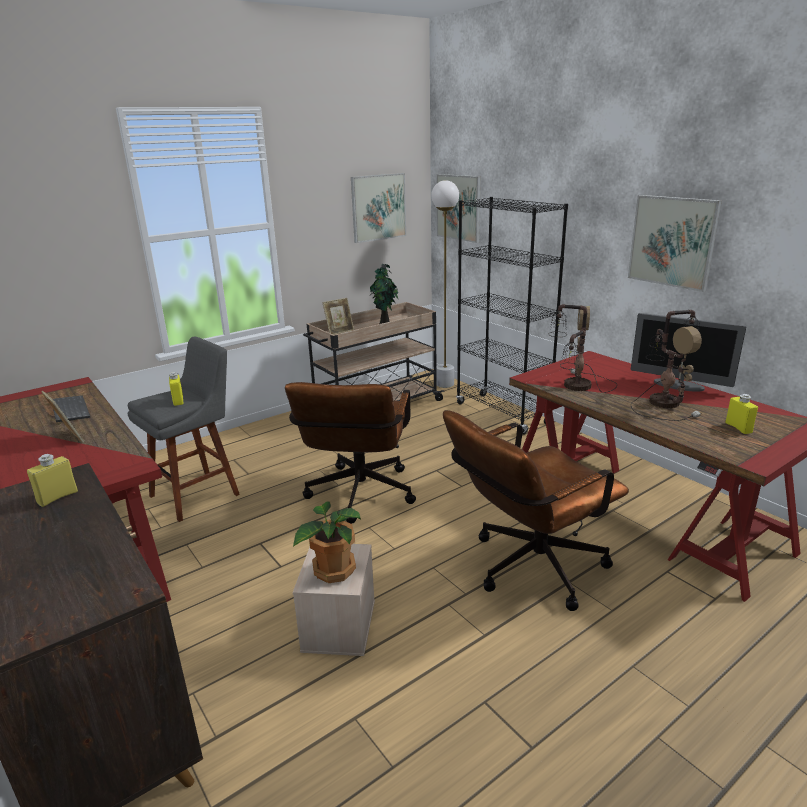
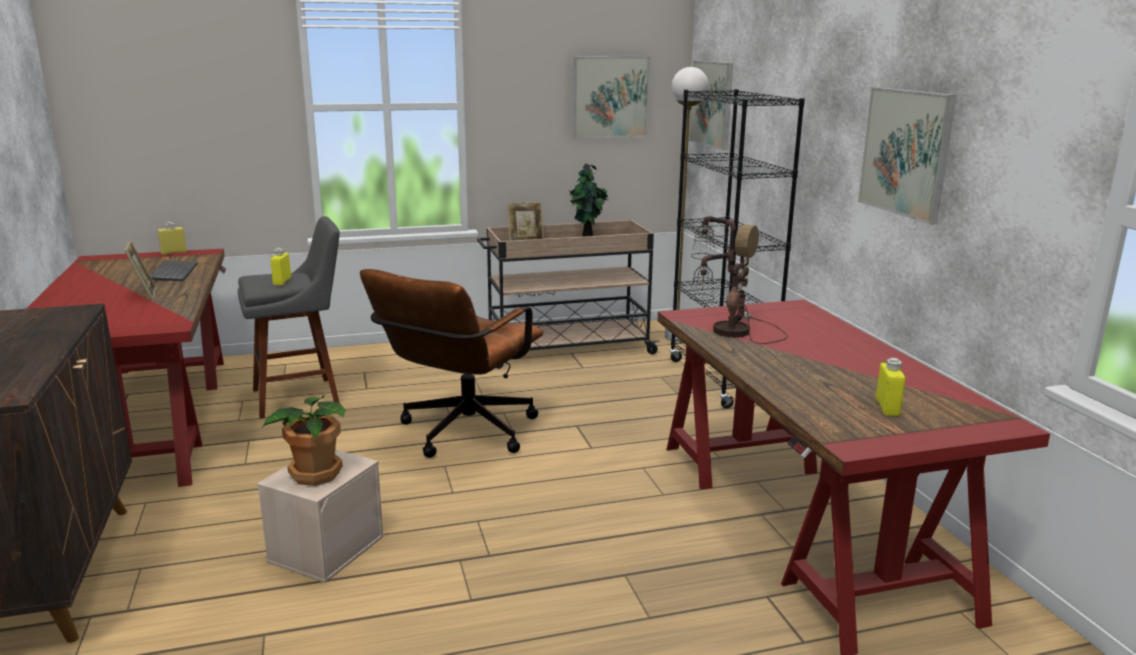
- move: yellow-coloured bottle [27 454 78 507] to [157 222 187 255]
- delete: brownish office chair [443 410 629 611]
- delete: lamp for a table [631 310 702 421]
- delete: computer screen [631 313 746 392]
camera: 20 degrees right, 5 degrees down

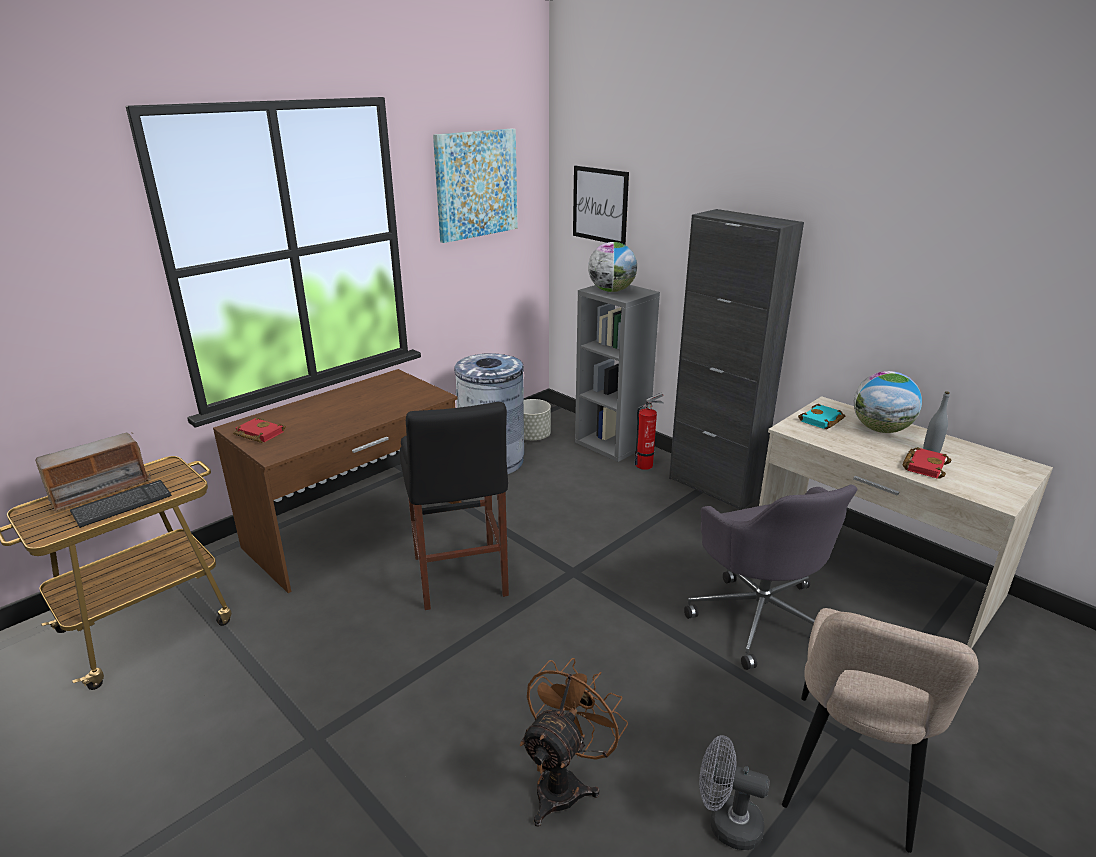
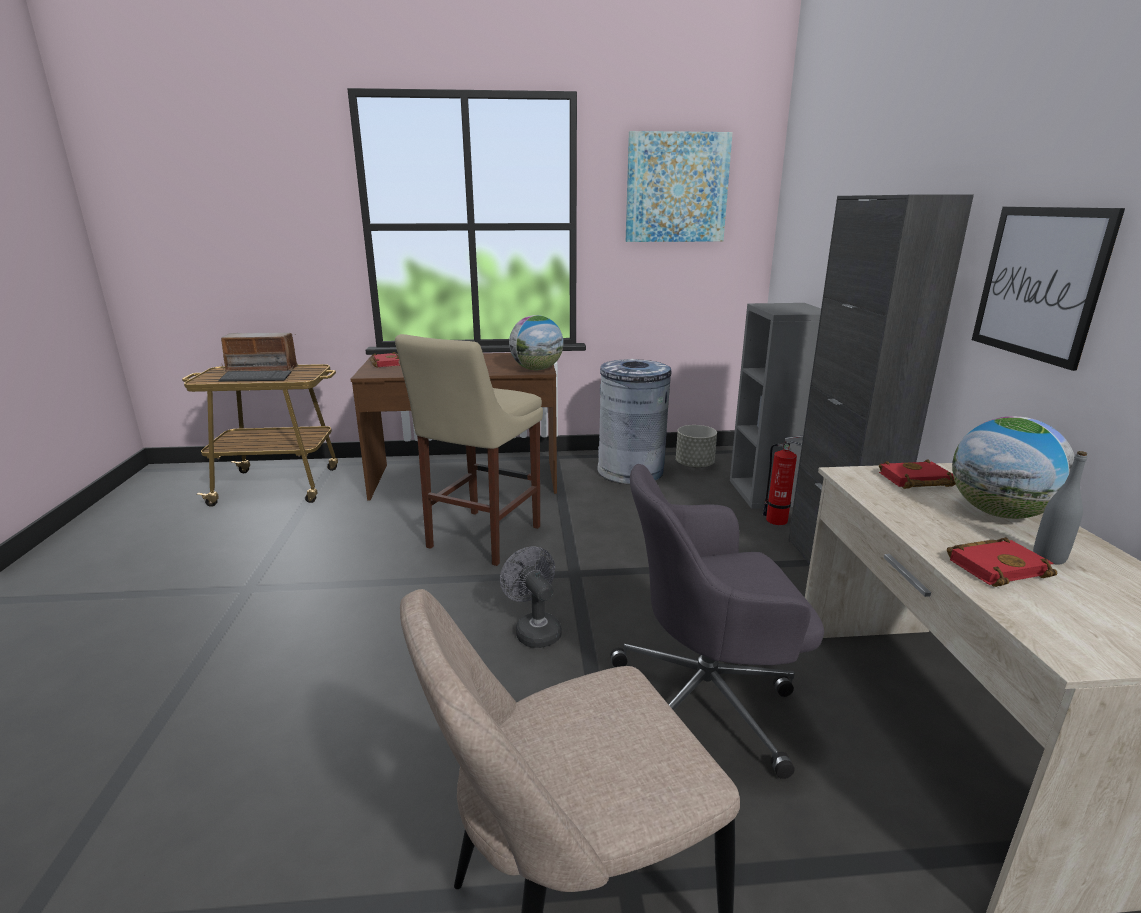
- recolor: black stool [400 402 509 610] to sand-coloured stool [395 334 543 566]
- move: grey cooling fan [699 735 770 850] to [500 547 562 648]
- move: desk globe [588 242 637 292] to [509 315 564 370]
- rotate: grey office chair [684 485 857 670] = [610 464 824 779] 60 degrees clockwise
- recolor: blue-green book [798 404 845 429] to red-coloured book [879 459 956 489]
- move: wall picture [573 166 629 245] to [972 207 1125 371]
- delete: brownish cooling fan [520 658 628 827]
camera: 40 degrees right, 5 degrees down

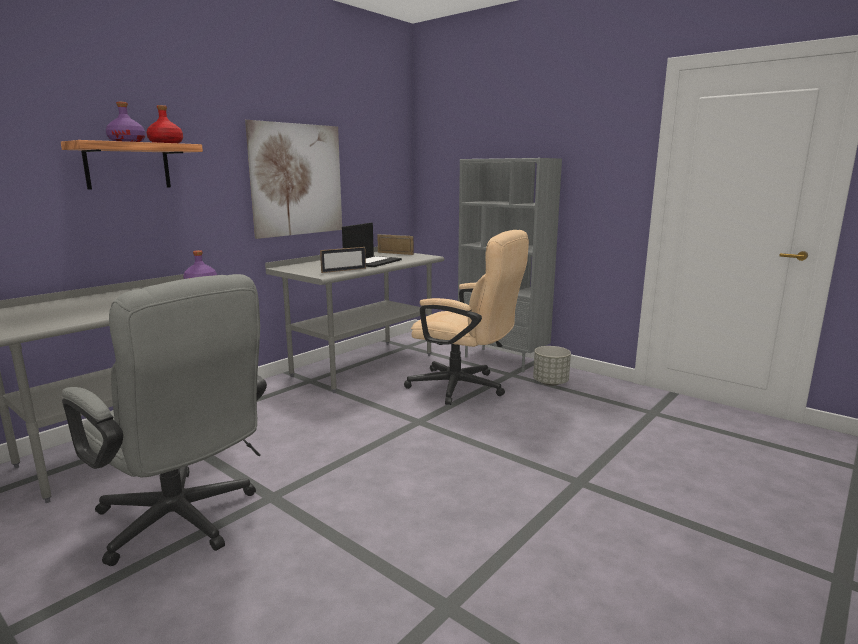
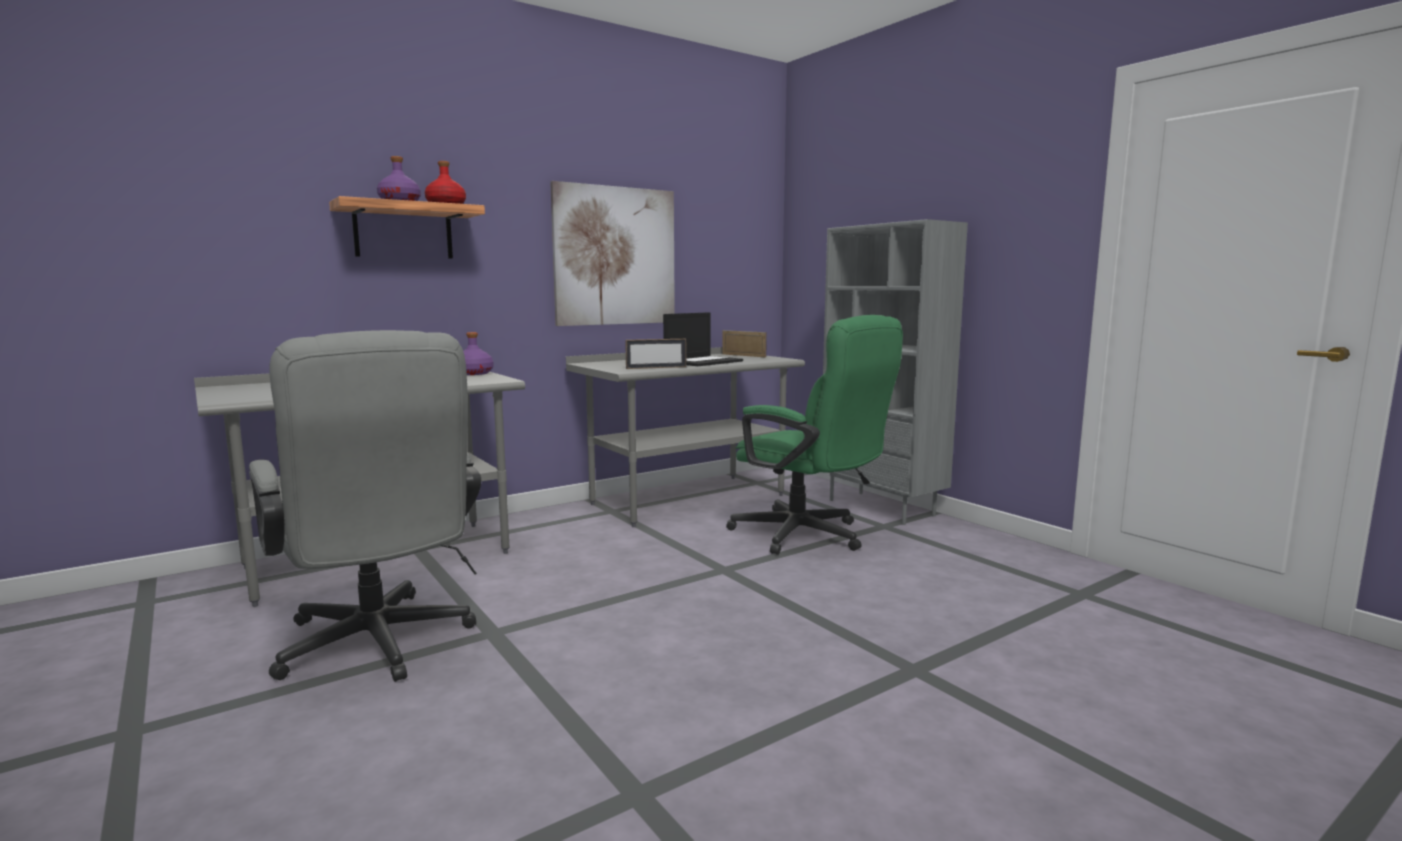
- recolor: sand-coloured office chair [404 230 529 405] to greenish office chair [726 315 903 555]
- delete: grey plant pot [533 346 571 386]
camera: 15 degrees right, 5 degrees down

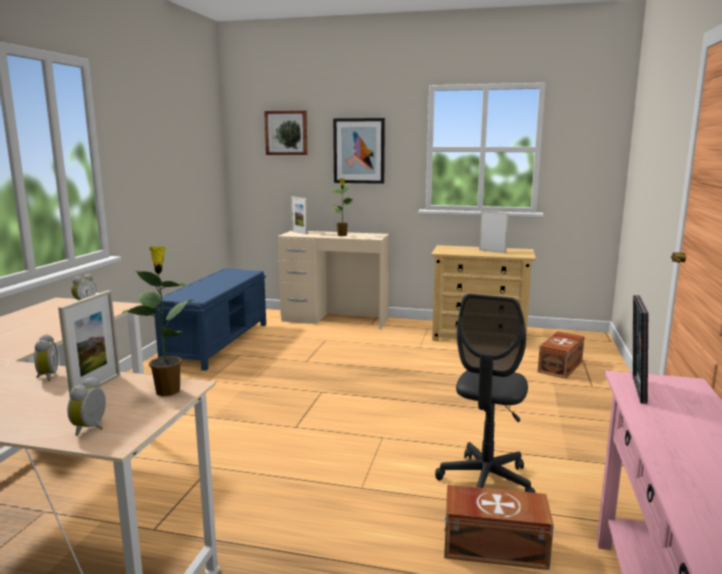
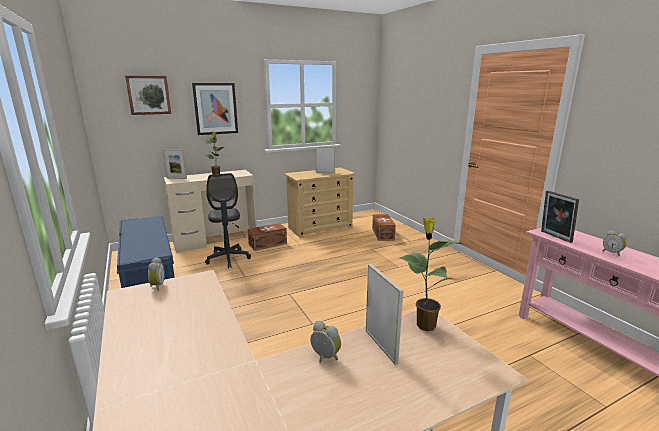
- move: grey office chair [435 294 536 493] to [205 173 251 268]
- move: brownish storage box [444 485 554 570] to [248 223 287 251]
- move: bedside clock [67 377 106 436] to [603 230 627 256]
camera: 40 degrees left, 5 degrees up

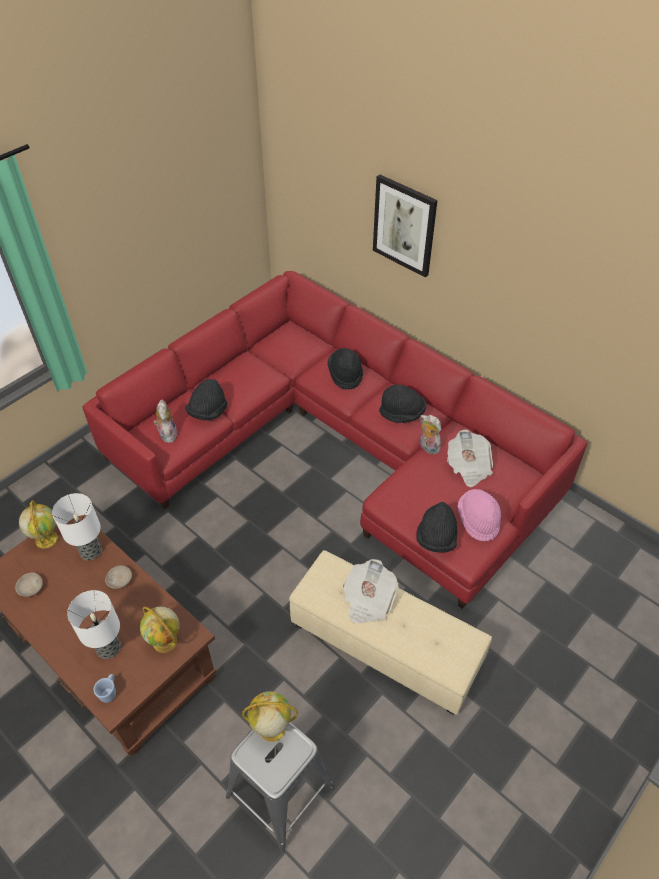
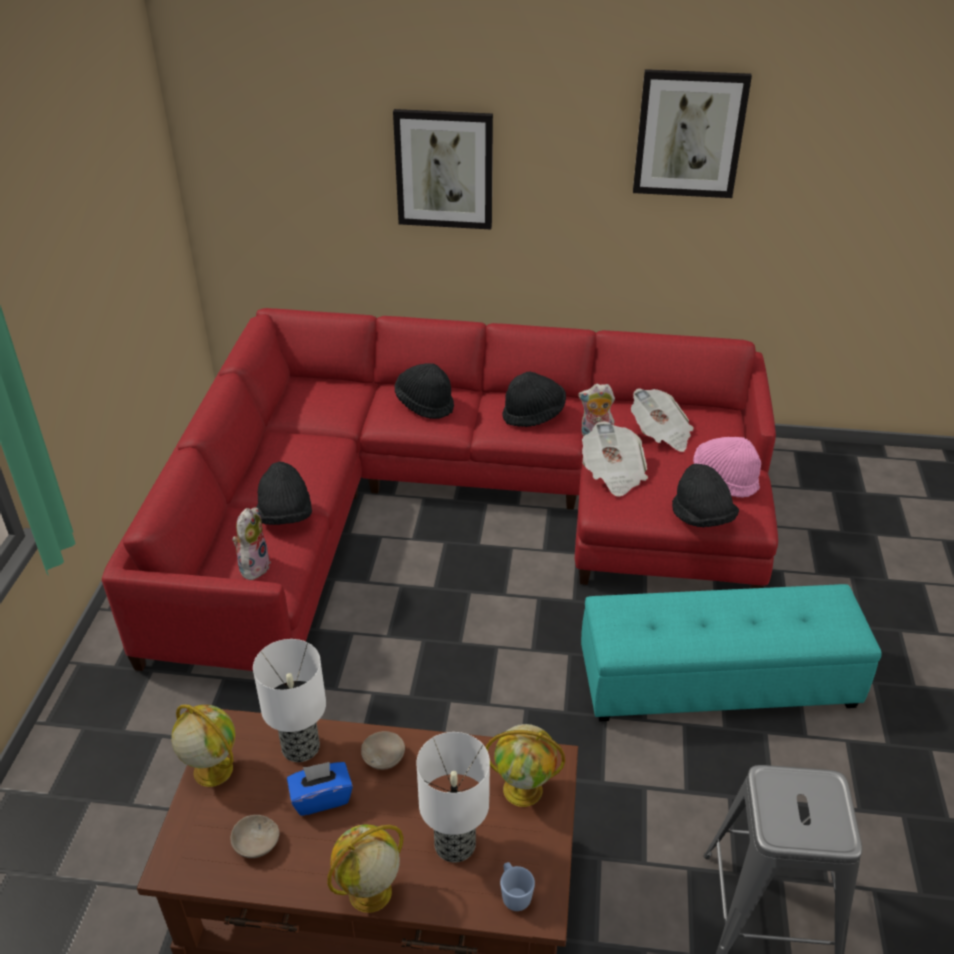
- rotate: soft toy [154 400 178 443] = [232 507 271 580] 60 degrees clockwise
- insert: blue-coloured box of tissues [287 762 353 816]
- move: desk globe [242 691 298 742] to [327 825 403 913]
- recolor: sand-coloured ottoman [289 550 492 715] to blue-green ottoman [581 584 882 722]
- move: daily paper [343 559 399 624] to [582 421 648 497]
- insert: wall picture [633 69 752 198]
camera: 35 degrees left, 10 degrees down

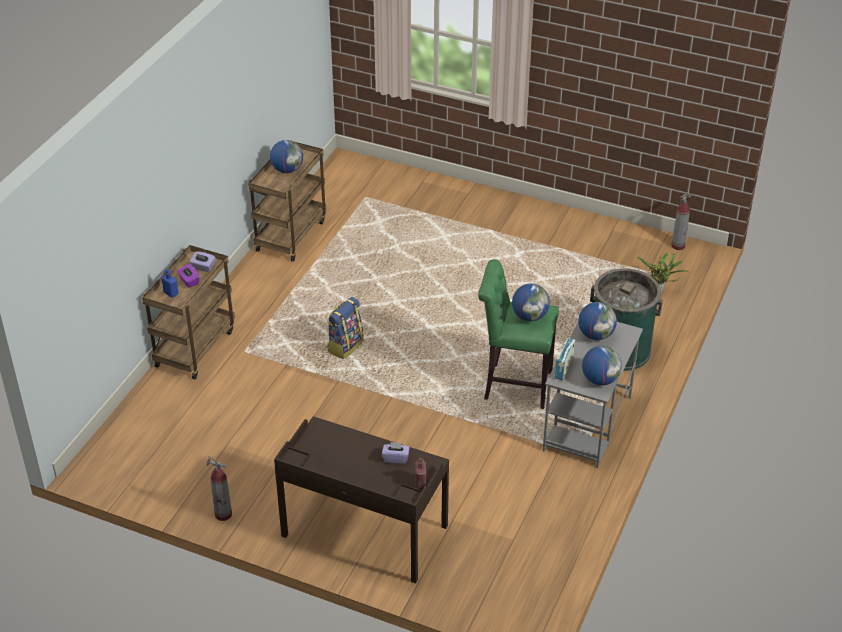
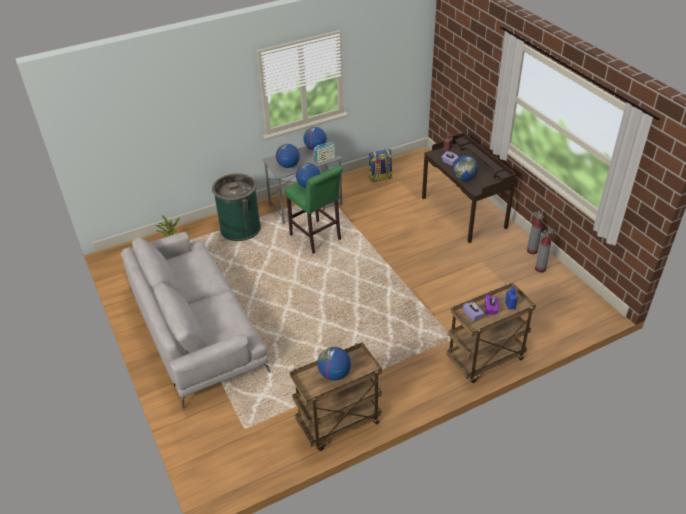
- insert: grey sofa [121 232 270 409]
- move: rucksack [327 297 363 359] to [368 149 392 183]
- insert: desk globe [453 156 478 181]
- move: fire-fighting cylinder [671 193 691 250] to [535 230 555 273]
camera: 140 degrees left, 0 degrees up

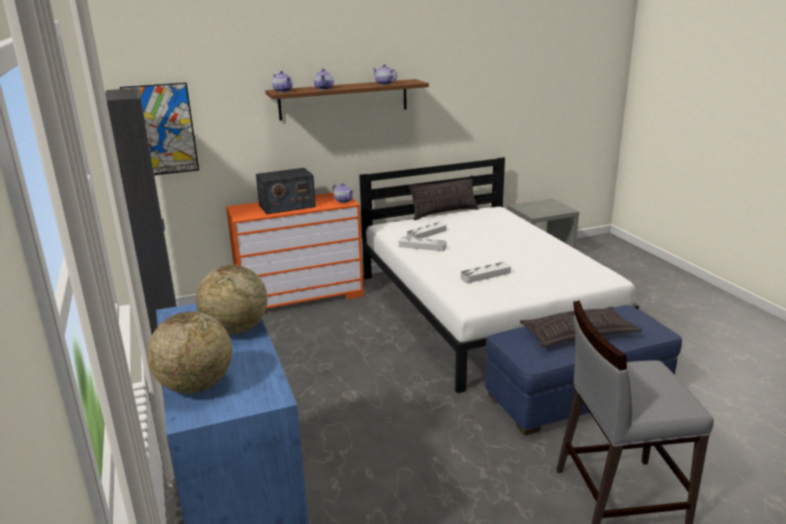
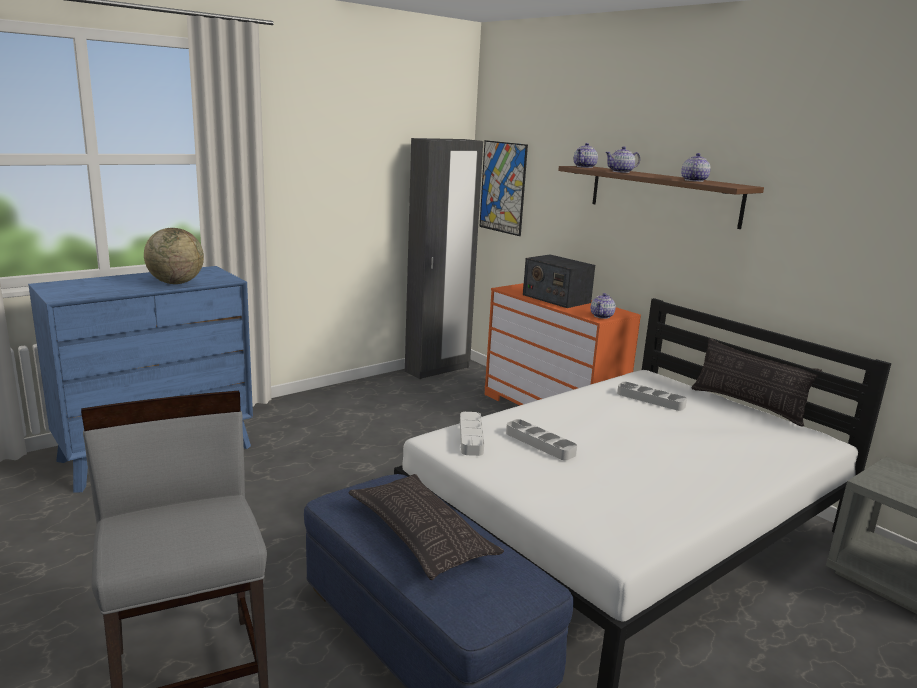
- move: grey serving tray [399 237 447 251] to [460 412 484 456]
- delete: desk globe [147 311 232 393]
camera: 70 degrees right, 5 degrees down

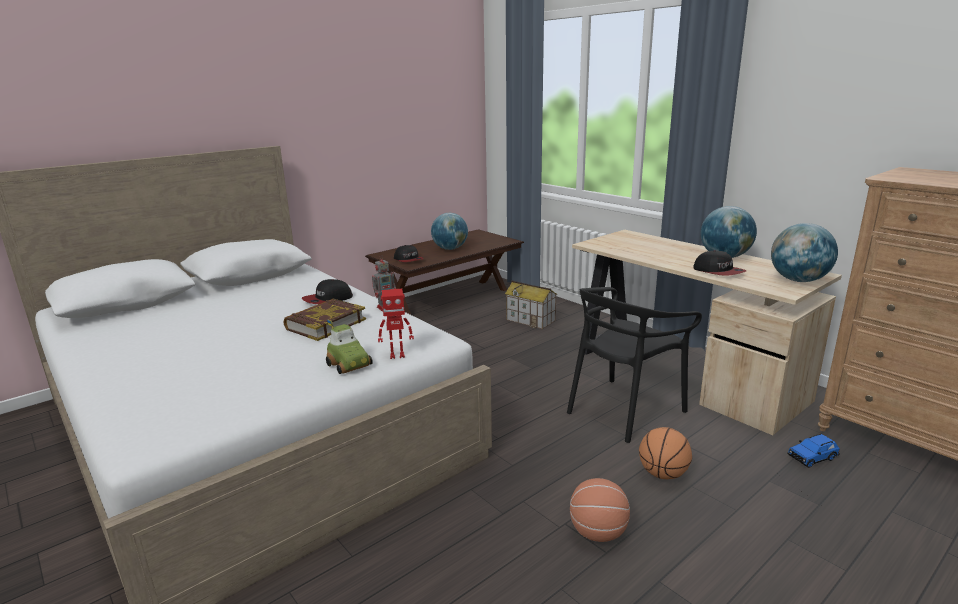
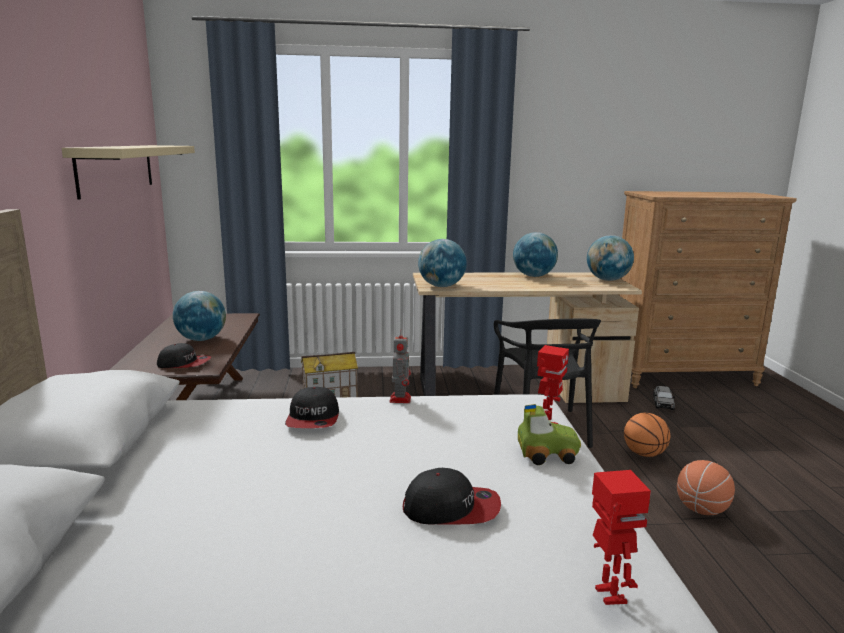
- insert: sand-coloured bracket shelf [62 145 195 200]
- move: peaked cap [693 250 746 276] to [403 468 501 525]
- insert: desk globe [418 239 467 287]
- insert: robot figure [592 470 651 605]
- recolor: blue-coloured toy car [787 434 840 468] to grey toy car [653 386 675 410]
- delete: book [283 299 366 341]
camera: 55 degrees left, 5 degrees down

